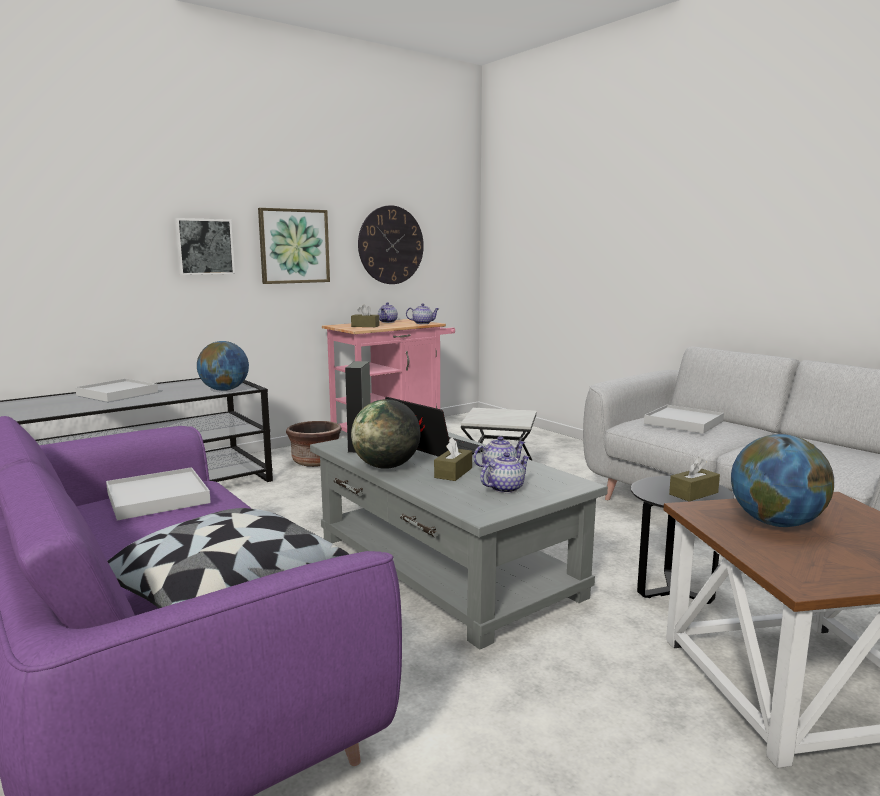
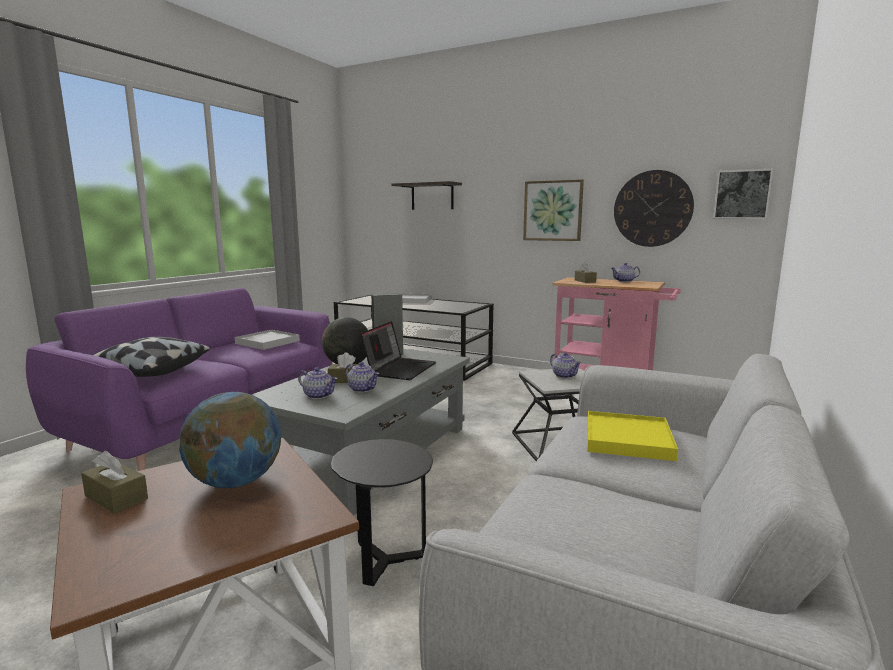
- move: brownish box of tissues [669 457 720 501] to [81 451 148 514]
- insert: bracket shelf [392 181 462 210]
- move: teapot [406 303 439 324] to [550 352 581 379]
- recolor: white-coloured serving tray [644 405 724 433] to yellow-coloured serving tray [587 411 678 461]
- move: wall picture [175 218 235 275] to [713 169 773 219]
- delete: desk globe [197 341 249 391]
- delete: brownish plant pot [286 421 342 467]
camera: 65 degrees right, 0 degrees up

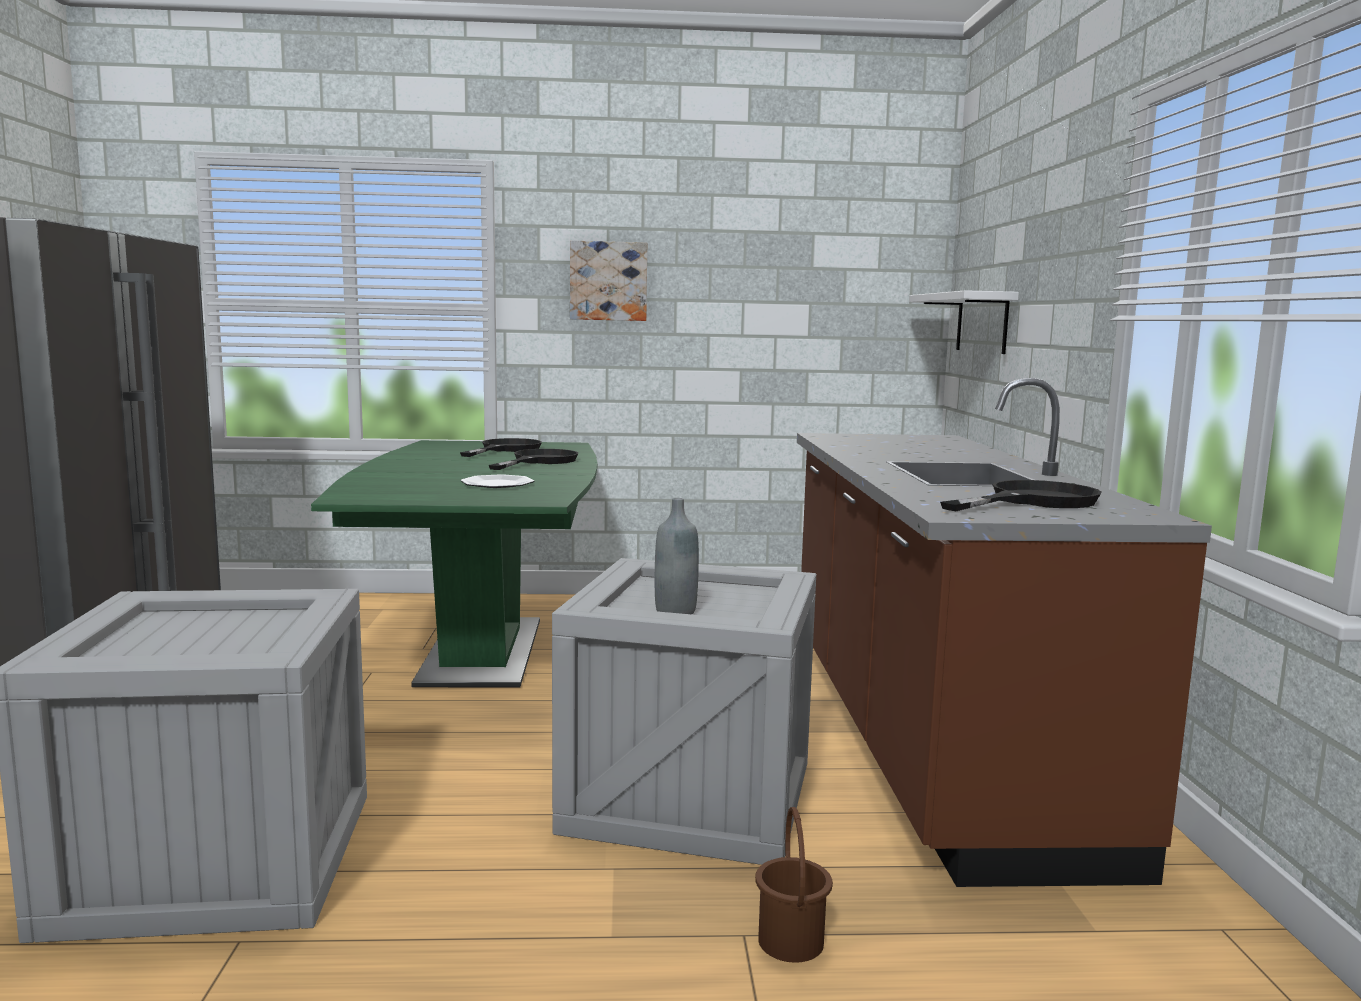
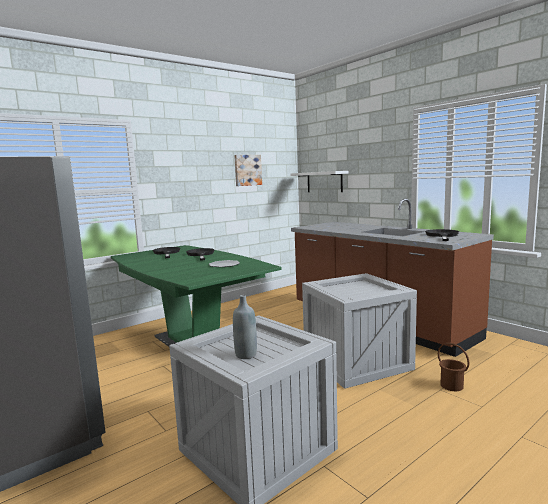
- move: grey bottle [655 498 699 614] to [233 295 257 359]
- move: wall picture [570 241 647 321] to [234 155 262 186]
camera: 35 degrees left, 0 degrees up

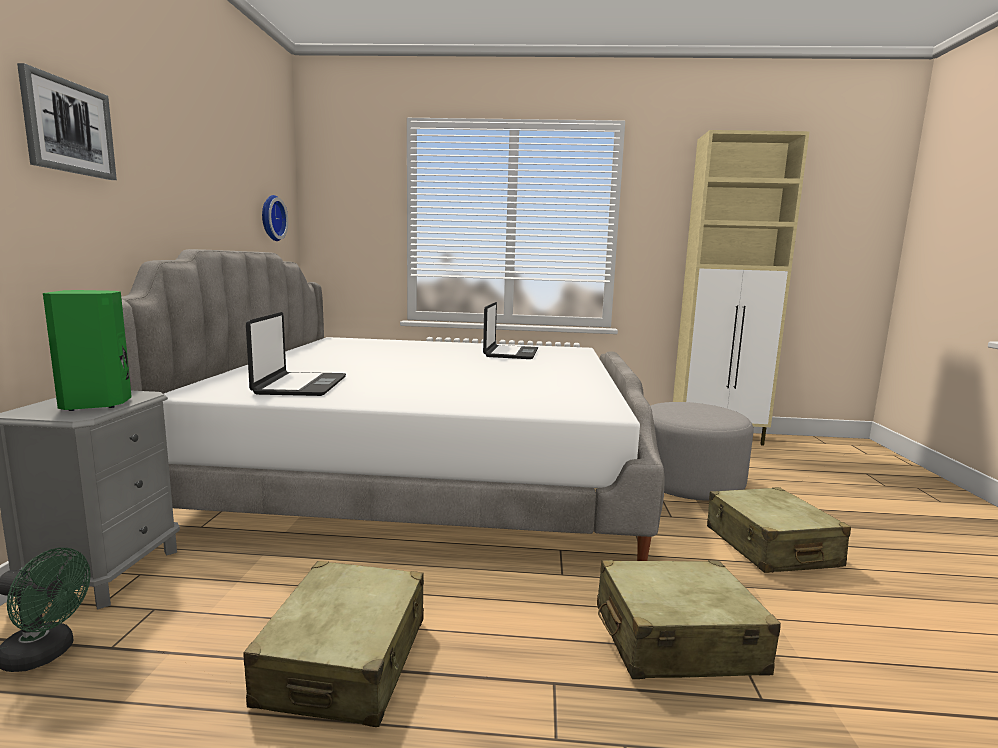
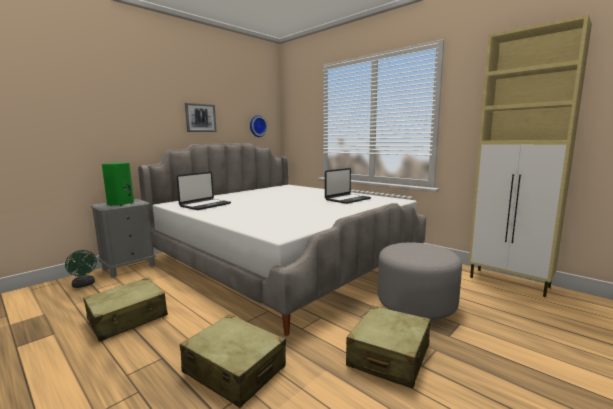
- move: wall picture [17 63 117 180] to [185 103 217 132]
camera: 40 degrees right, 0 degrees up

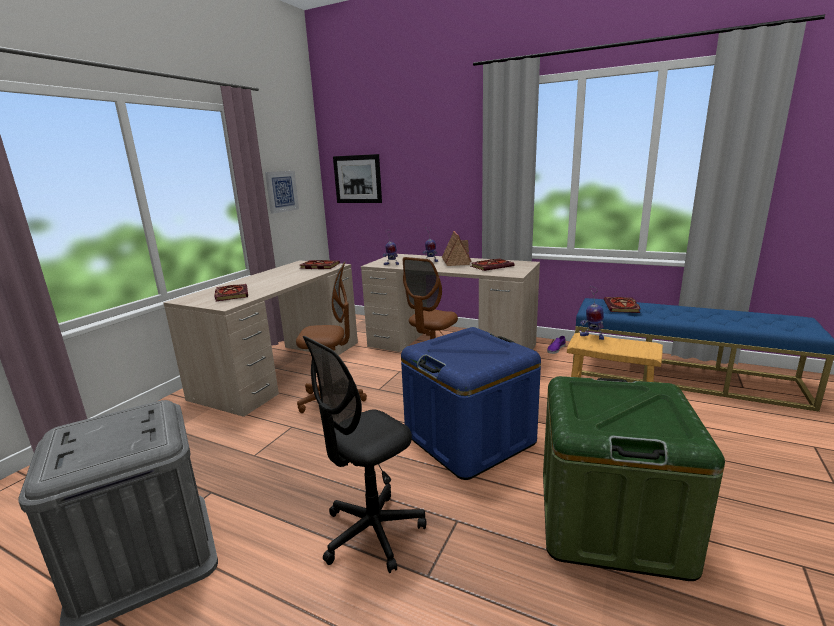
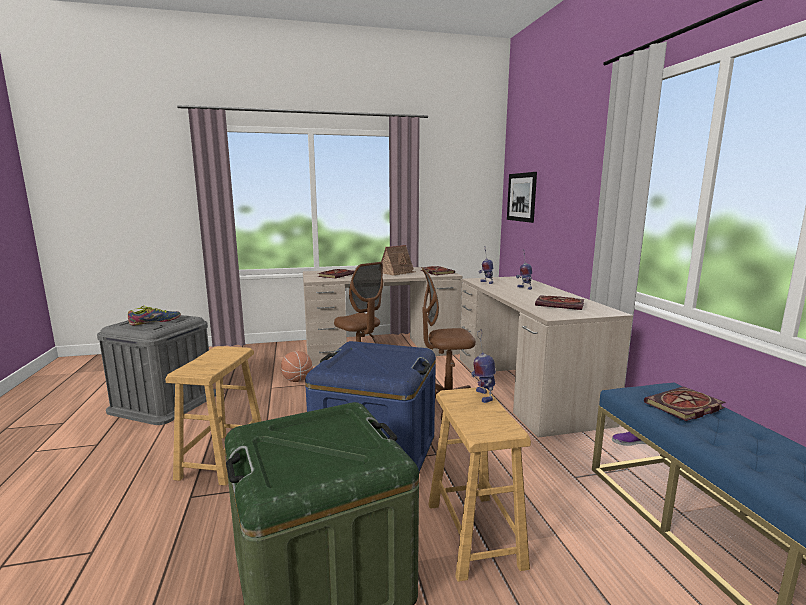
- insert: item of footwear [128 306 181 326]
- replace: black office chair [303 336 426 573] to brownish stool [165 346 261 486]
- insert: basketball [281 351 312 382]
- move: model house [442 231 472 266] to [381 245 415 276]
- delete: wall picture [265 171 299 214]
camera: 50 degrees right, 5 degrees down

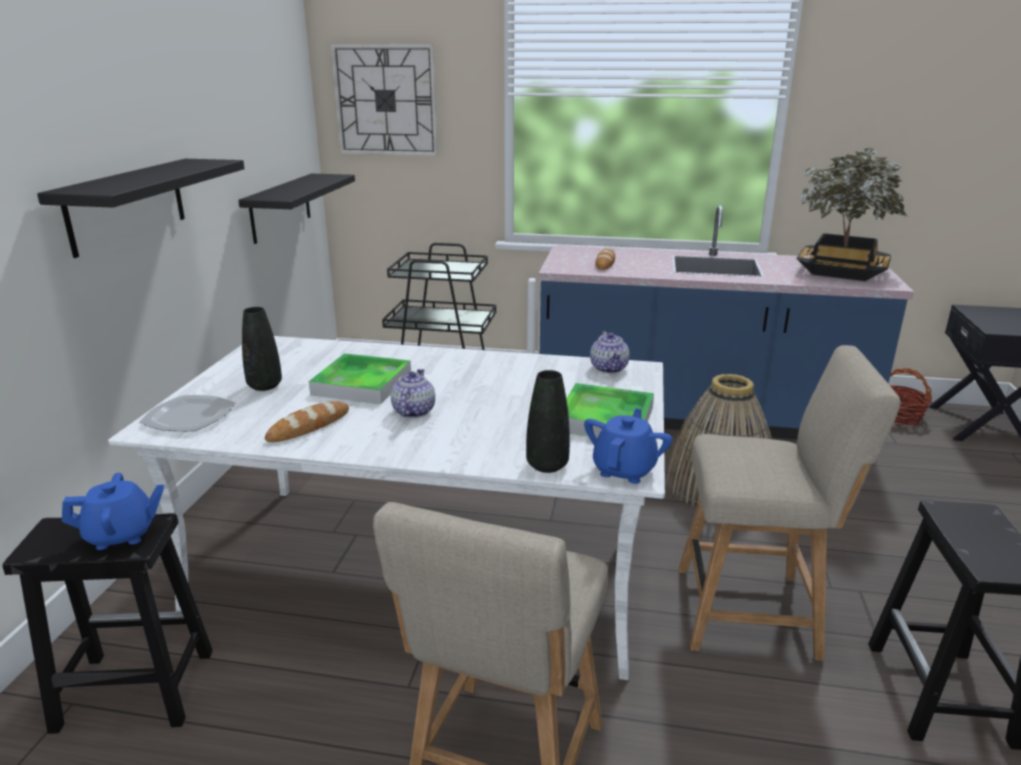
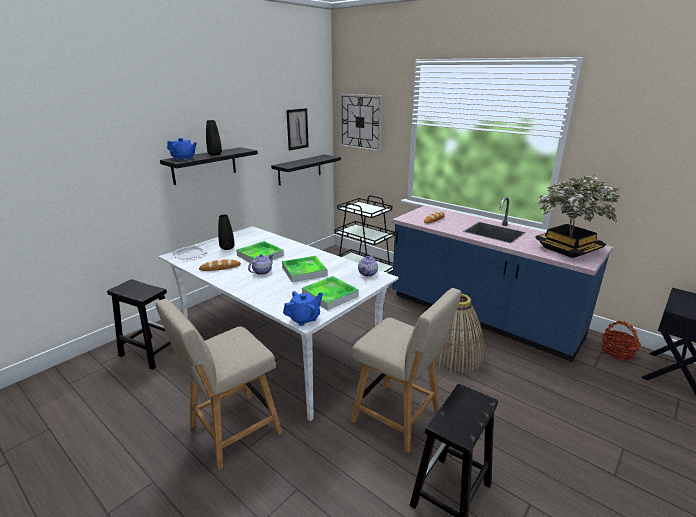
- move: blue-coloured teapot [62 473 164 550] to [167 138 197 160]
- move: black decorative vase [526 370 570 473] to [206 120 222 155]
- insert: serving tray [282 256 328 282]
- insert: wall picture [286 108 309 151]
camera: 30 degrees right, 0 degrees up

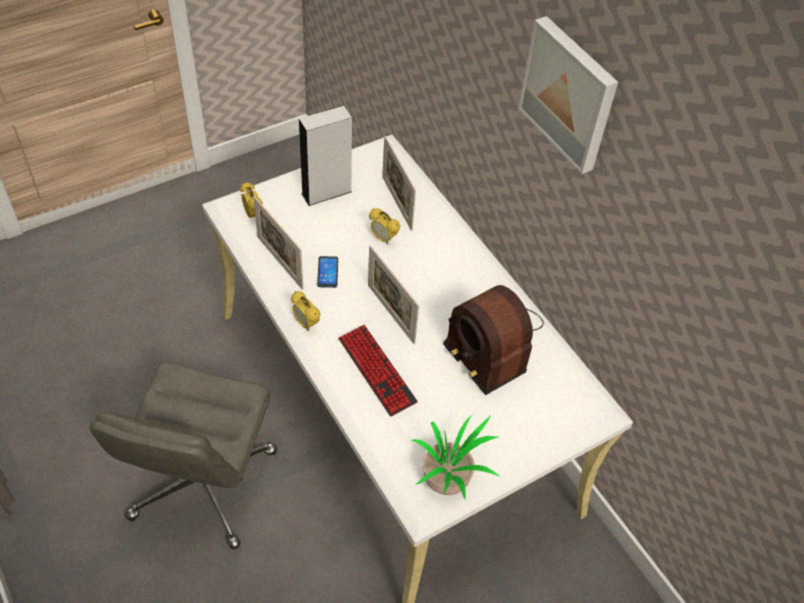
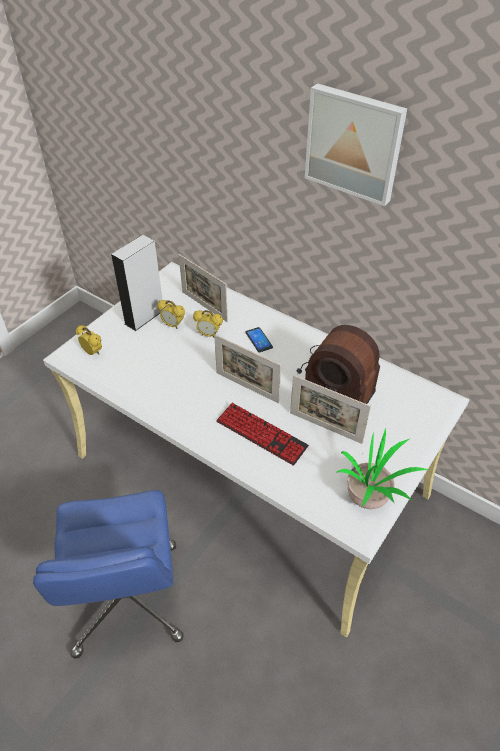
- recolor: grey office chair [90 362 277 549] to blue-coloured office chair [33 490 183 658]
- move: bedside clock [291 291 320 331] to [157 300 185 329]
- move: telephone [317 256 338 288] to [245 327 273 352]
- move: standing frame [253 196 303 290] to [290 375 371 444]
camera: 20 degrees left, 5 degrees down

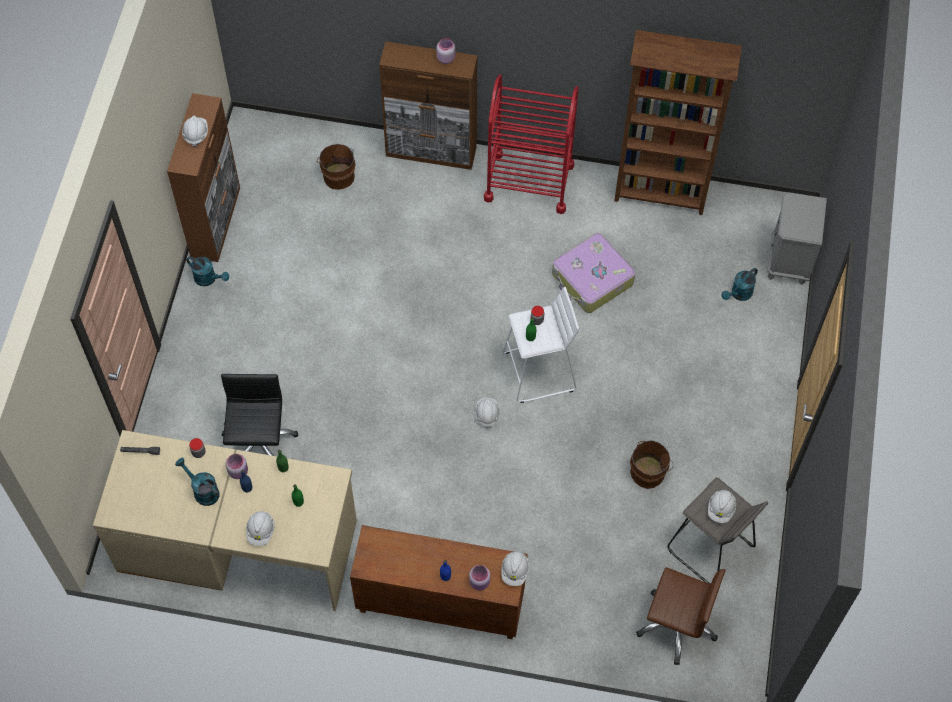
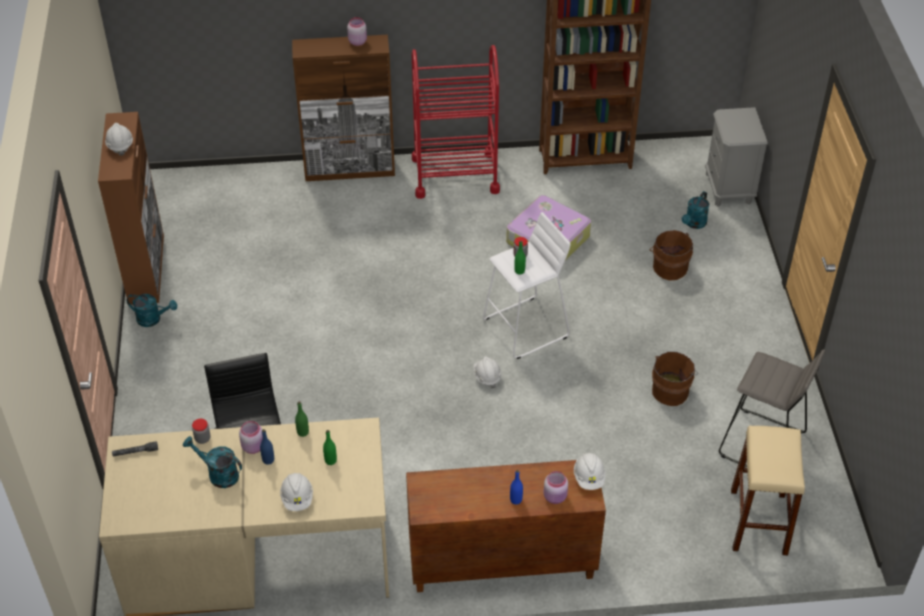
- move: brownish water bucket [317 144 355 190] to [650 230 693 281]
- replace: brownish office chair [636 567 726 665] to sand-coloured stool [731 426 805 556]
- delete: white-coloured hard hat [708 490 736 523]
camera: 15 degrees left, 15 degrees down

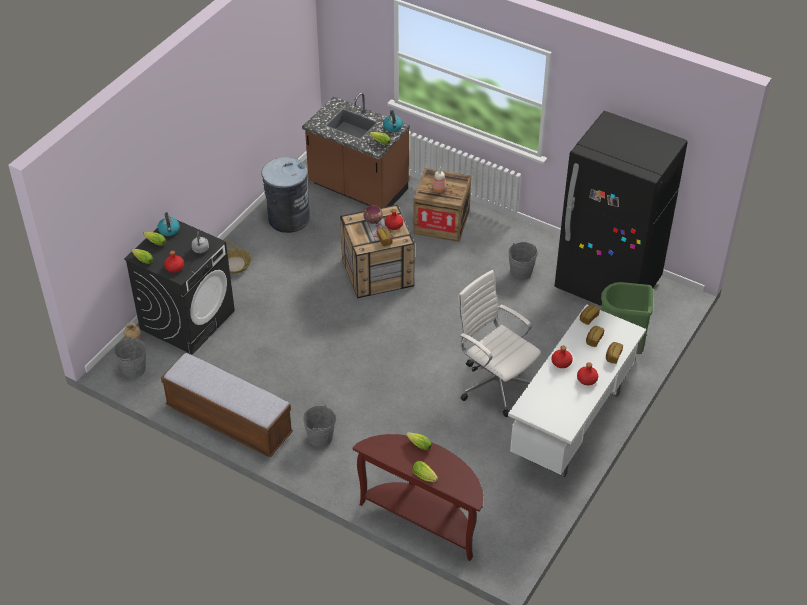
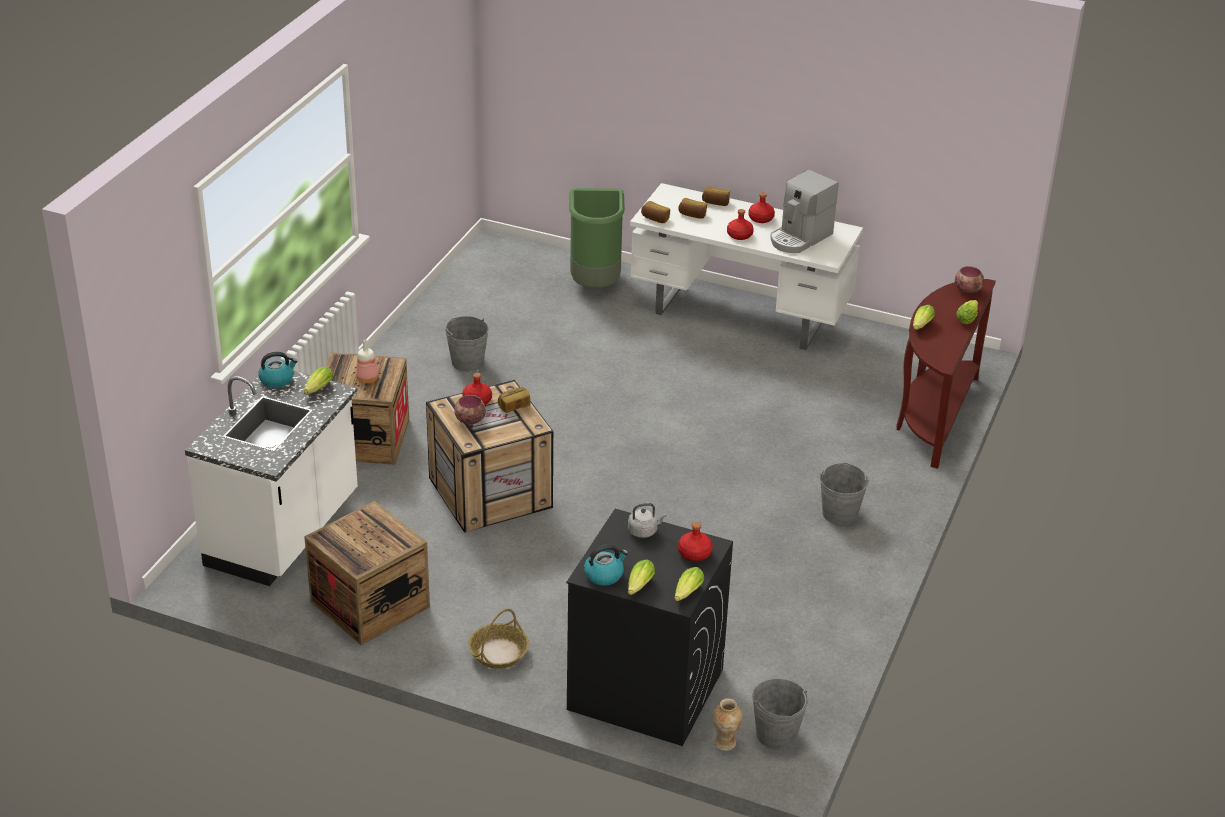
- recolor: brownish counter [302 93 410 208] to white-coloured counter [185 371 358 586]
- replace: grey rubbish bin [261 157 310 233] to packing crate [304 501 430 646]
- insert: coffee maker [770 169 838 253]
- insert: bowl [955 266 984 294]
- delete: indoor bench [161 353 293 457]
- delete: white-coloured office chair [458 270 541 417]
- delete: black refrigerator [555 111 688 306]
camera: 100 degrees left, 10 degrees down

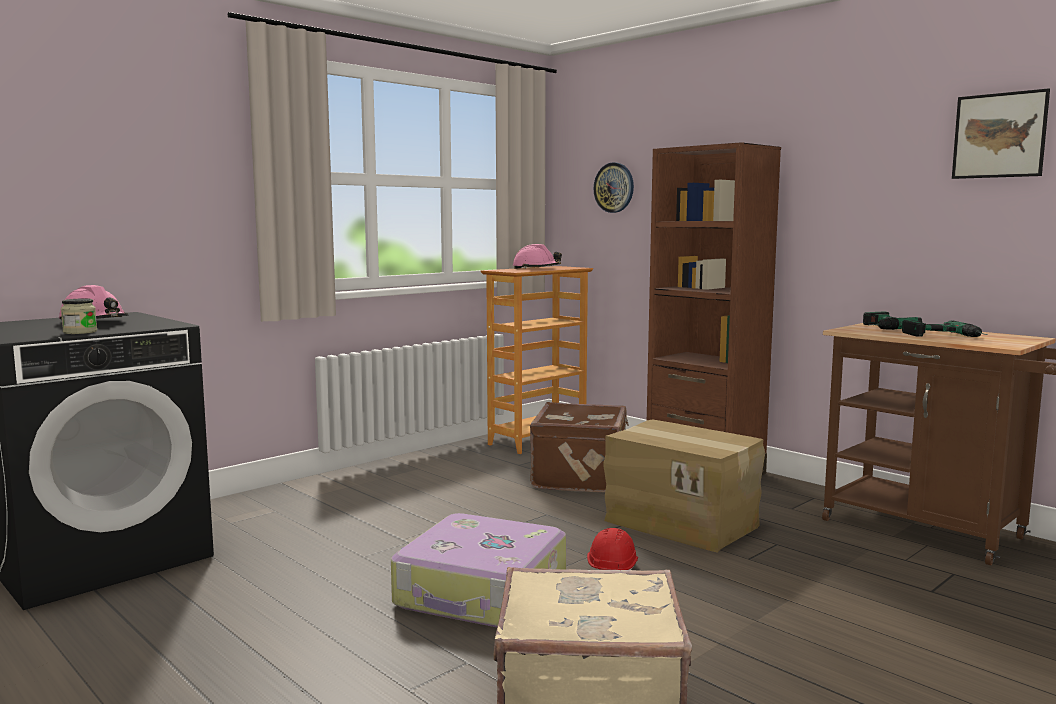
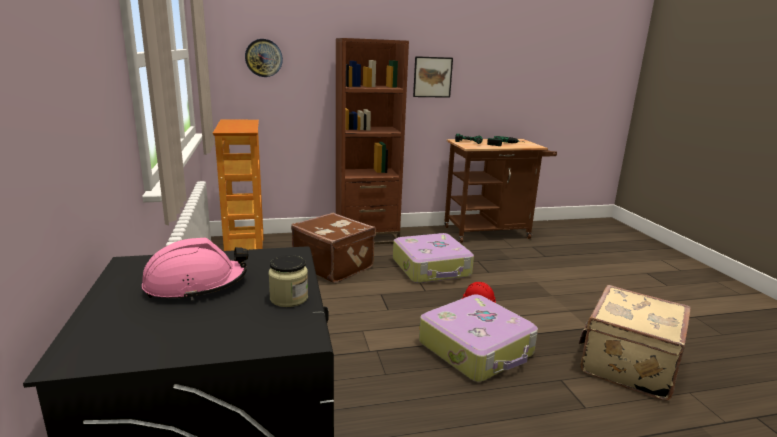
- replace: cardboard box [603 420 765 553] to travel case [393 233 474 283]
- move: wall picture [952 88 1050 179] to [413 56 453 98]
- delete: pink hard hat [513 244 562 269]
camera: 60 degrees left, 10 degrees up

